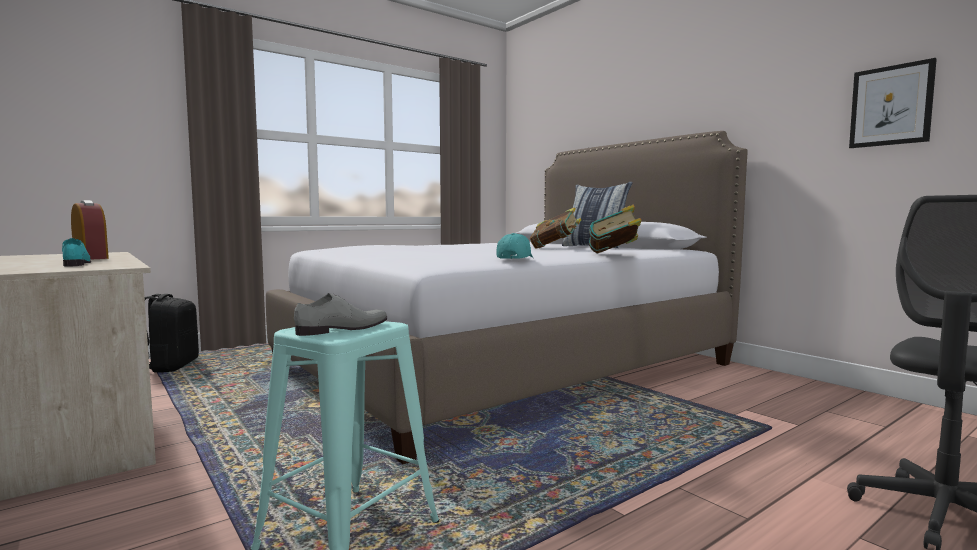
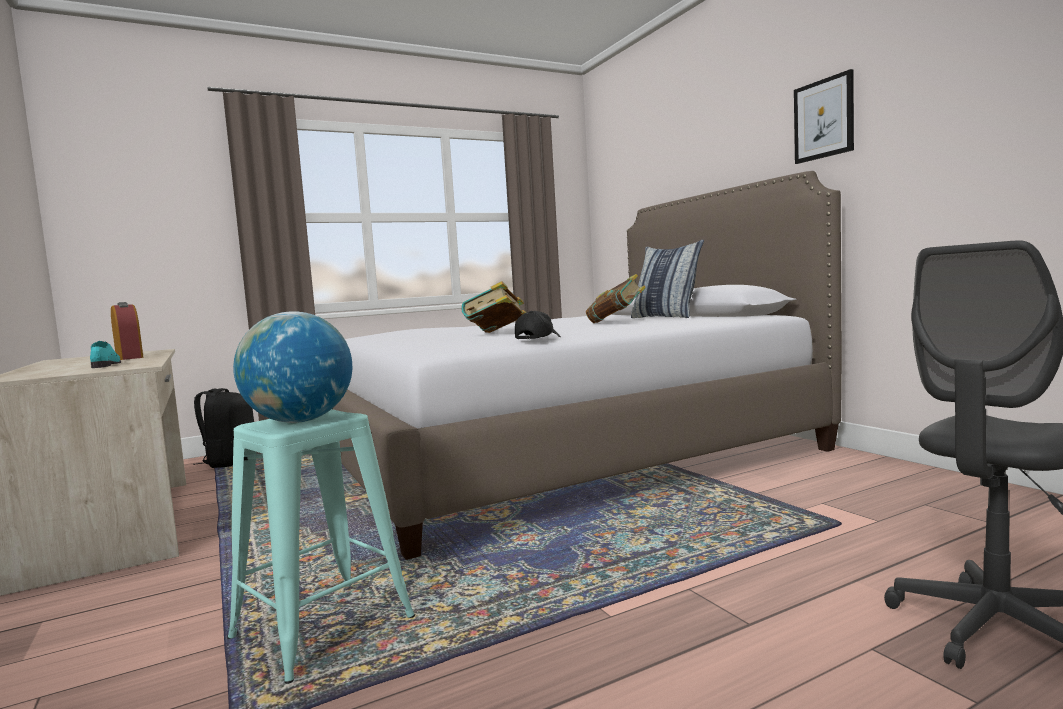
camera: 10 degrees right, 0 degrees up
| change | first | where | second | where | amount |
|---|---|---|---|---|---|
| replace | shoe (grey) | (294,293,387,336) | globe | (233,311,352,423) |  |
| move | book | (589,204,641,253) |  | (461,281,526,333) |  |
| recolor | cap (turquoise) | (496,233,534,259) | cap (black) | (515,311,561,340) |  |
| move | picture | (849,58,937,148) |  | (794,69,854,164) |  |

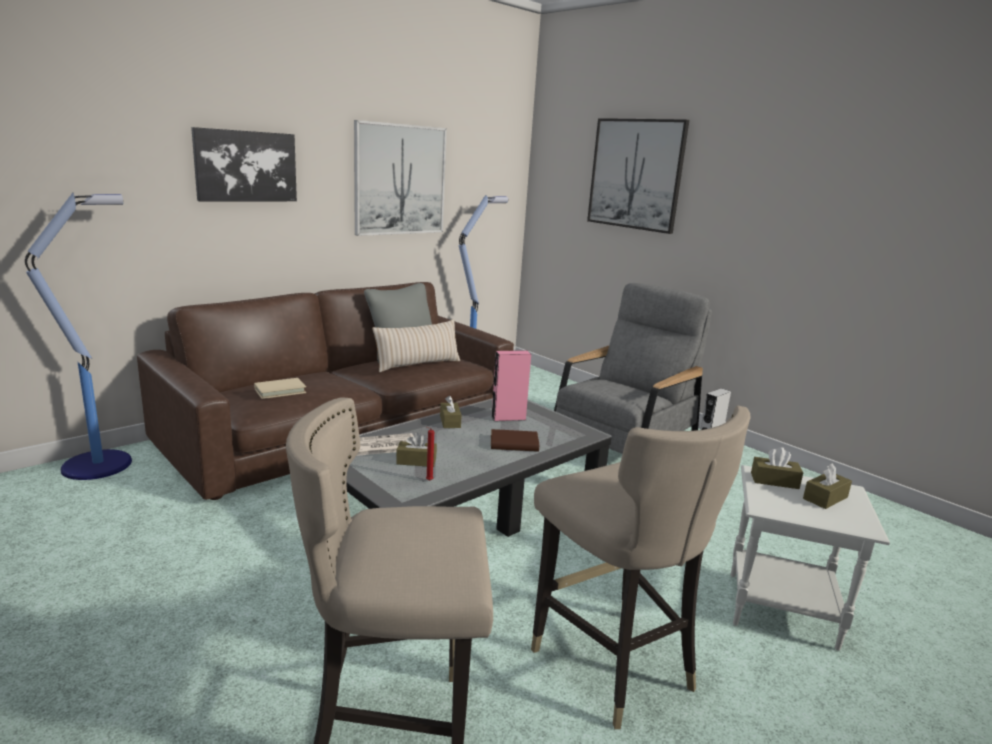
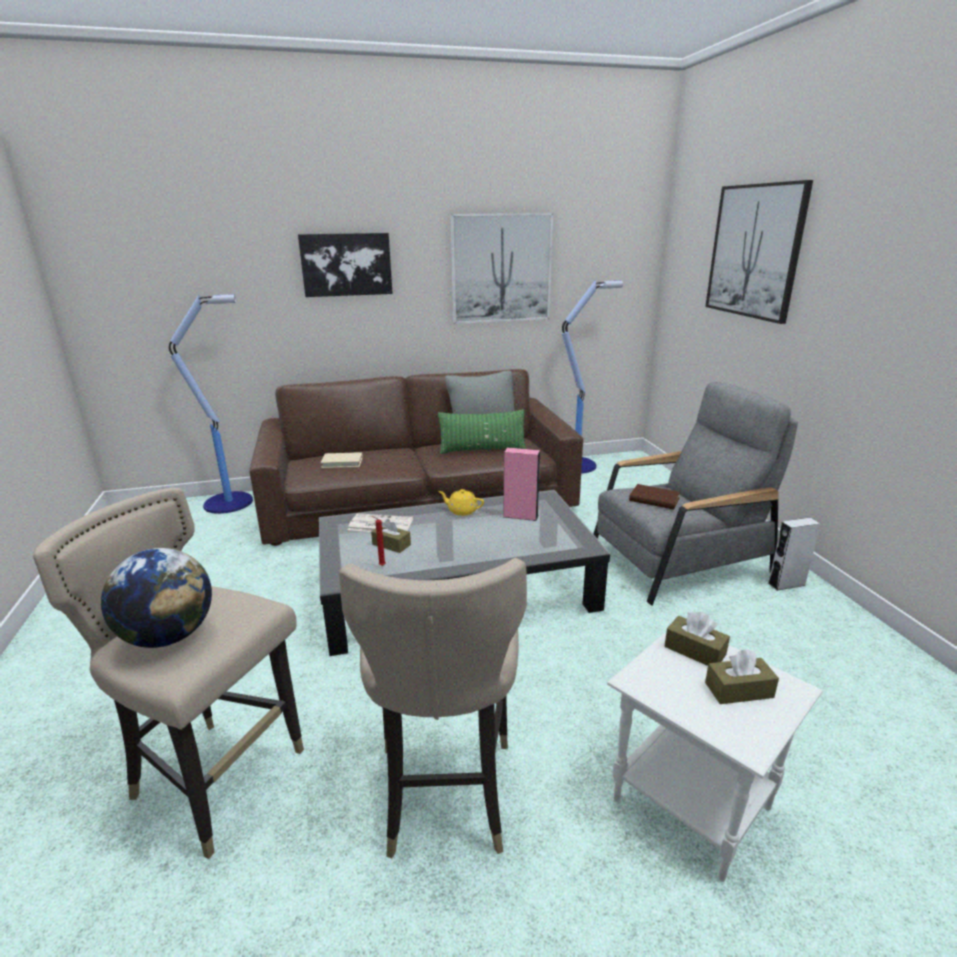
camera: 30 degrees right, 5 degrees up
| change | first | where | second | where | amount |
|---|---|---|---|---|---|
| insert |  |  | globe | (101,548,212,648) |  |
| recolor | pillow (beige) | (372,320,460,372) | pillow (green) | (438,409,526,454) |  |
| replace | tissue box (brown) | (440,395,462,428) | teapot (yellow) | (439,489,484,516) |  |
| move | book (brown) | (491,429,539,452) |  | (629,484,681,510) |  |

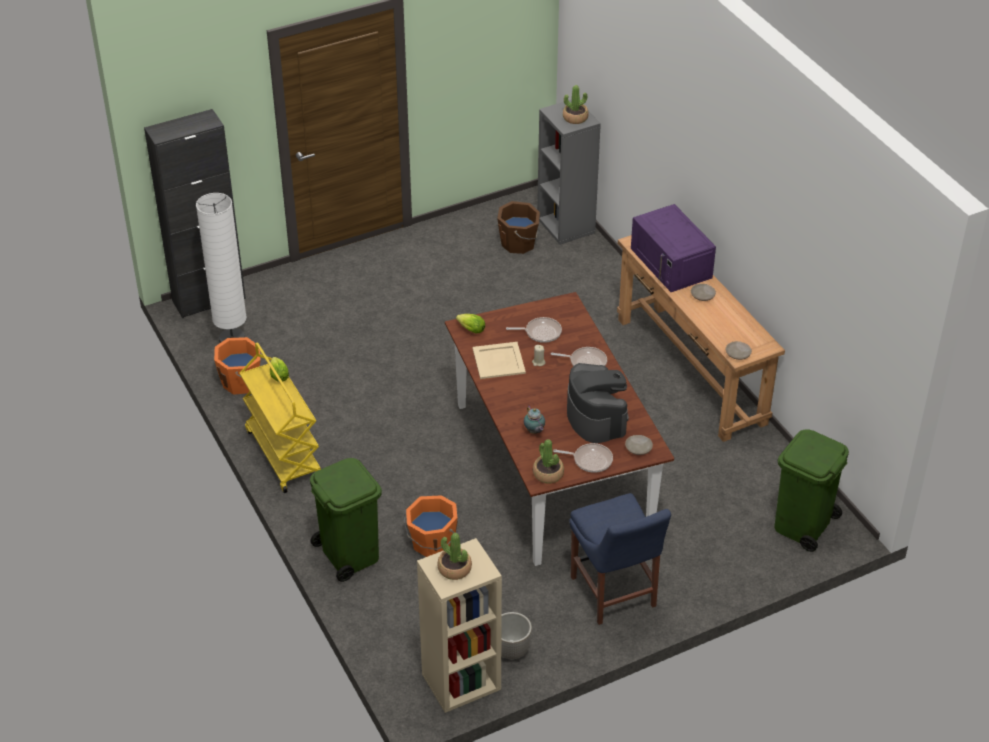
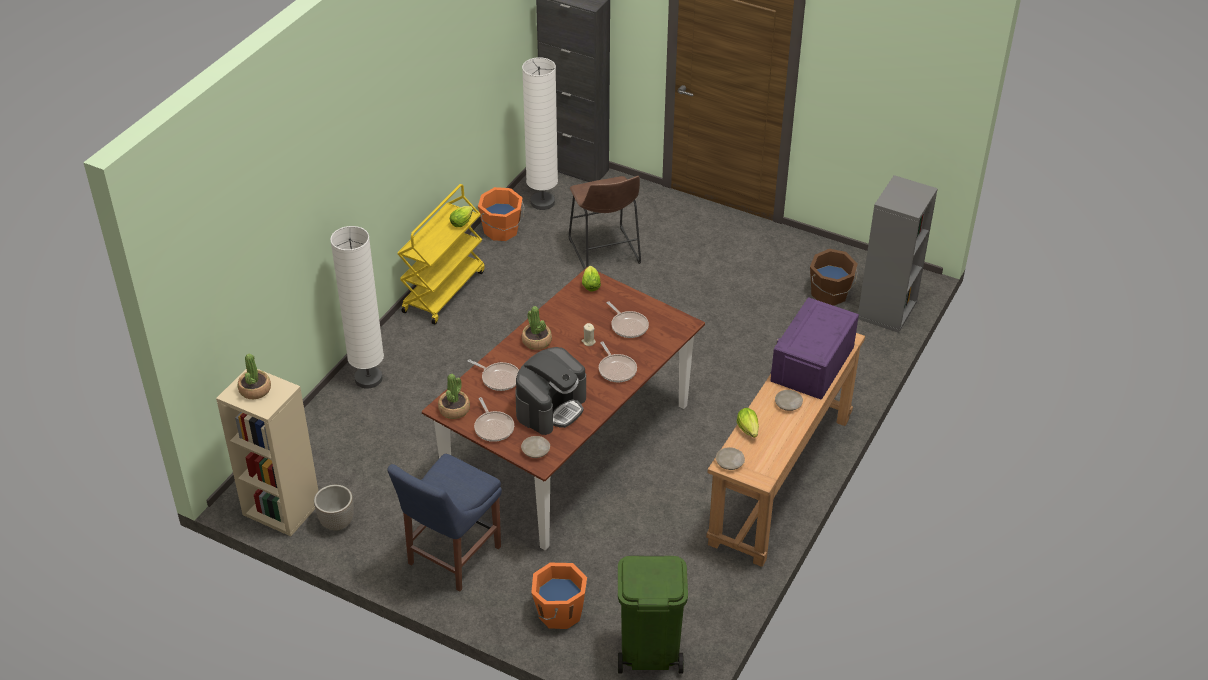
camera: 55 degrees right, 0 degrees up
| change | first | where | second | where | amount |
|---|---|---|---|---|---|
| replace | trash can (green) | (310,458,382,582) | floor lamp (white) | (330,226,384,389) |  |
| replace | teapot | (524,405,545,434) | frying pan | (468,359,519,391) |  |
| move | potted plant | (563,85,589,124) |  | (522,306,552,350) |  |
| move | bucket (orange) | (404,495,458,557) |  | (531,563,587,629) |  |
| insert |  |  | stool (brown) | (569,176,641,269) |  |
| insert |  |  | lettuce | (737,408,759,438) |  |
| delete | tray (beige) | (472,342,526,379) |  |  |  |

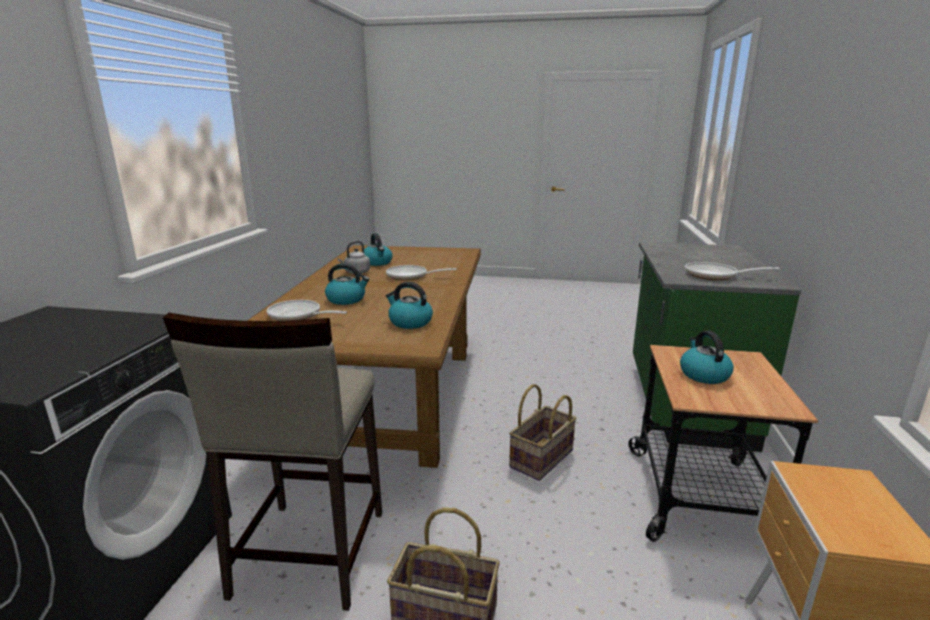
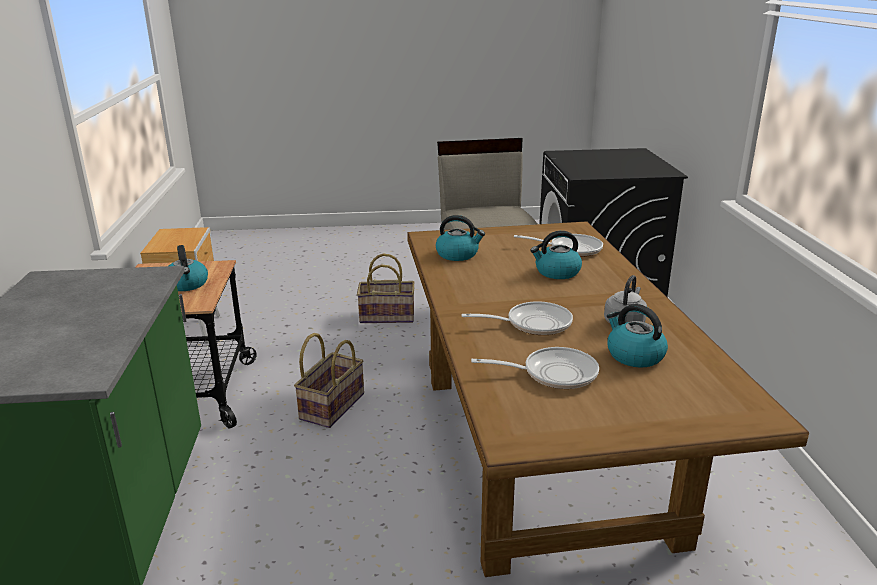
camera: 165 degrees right, 5 degrees up
| change | first | where | second | where | amount |
|---|---|---|---|---|---|
| move | frying pan | (685,262,780,280) |  | (471,347,599,389) |  |

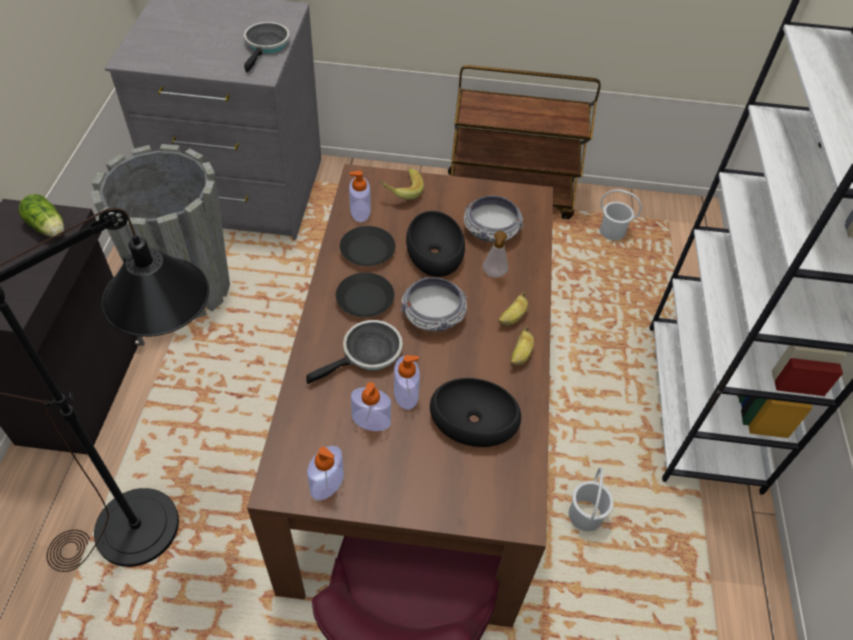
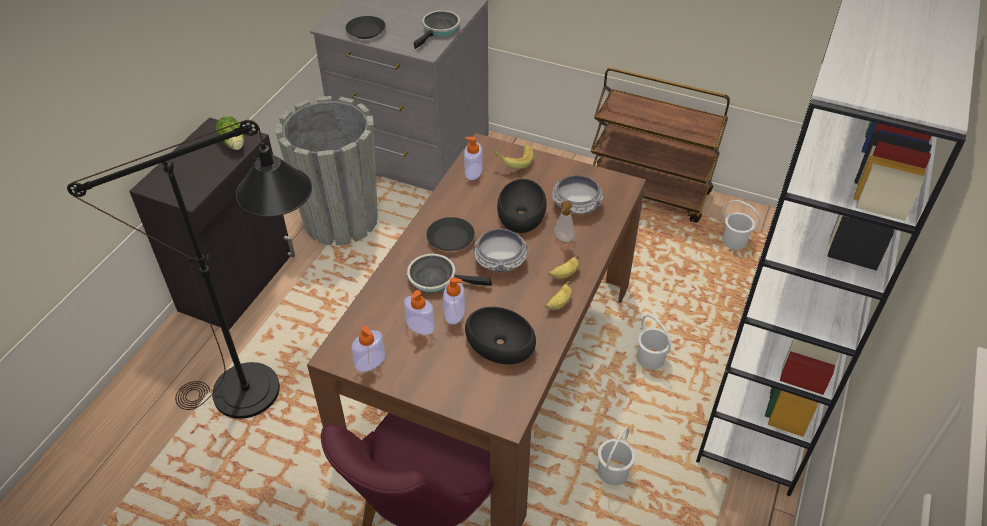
camera: 20 degrees right, 5 degrees down
| change | first | where | second | where | amount |
|---|---|---|---|---|---|
| move | plate (black) | (340,226,395,266) |  | (346,16,386,39) |  |
| rotate | frying pan | (306,320,403,384) |  | (407,254,492,293) | 150 degrees counterclockwise |
| insert |  |  | bucket (white) | (637,315,671,370) |  |

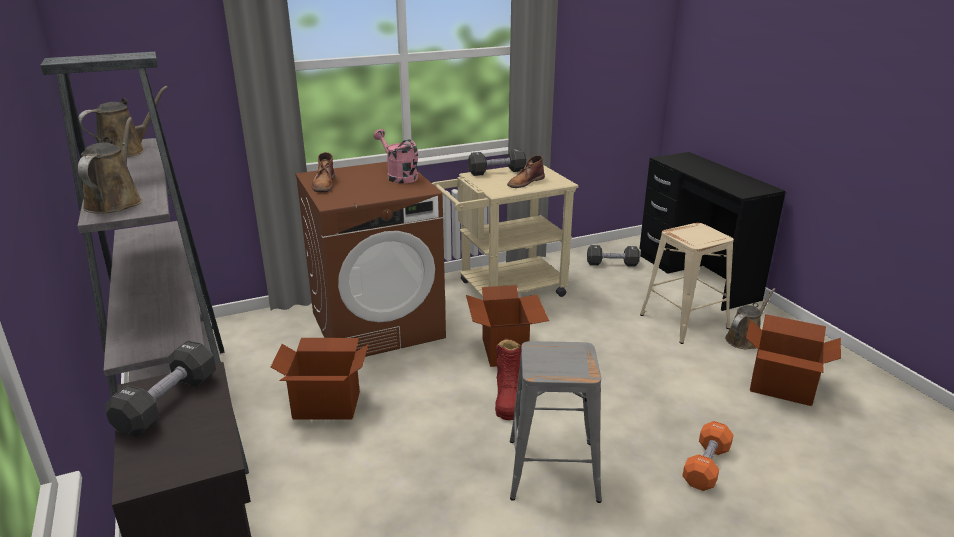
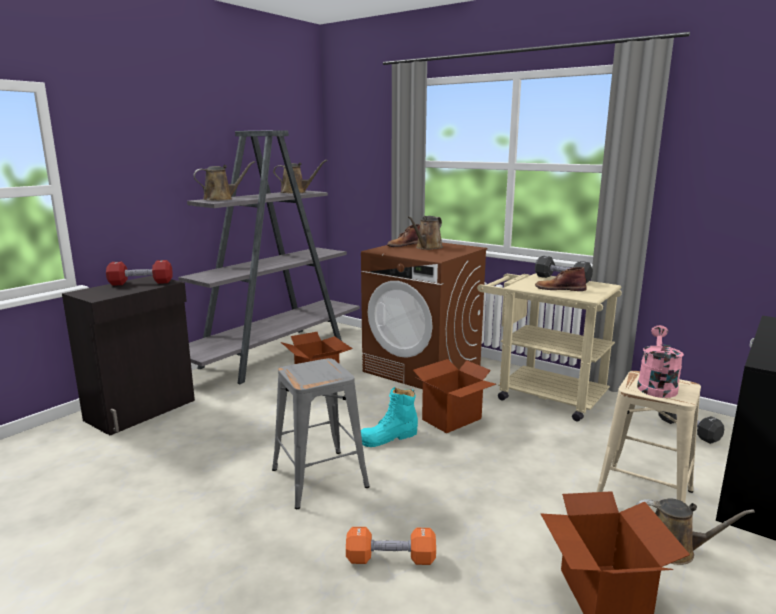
camera: 60 degrees right, 10 degrees down
| change | first | where | second | where | amount |
|---|---|---|---|---|---|
| recolor | dumbbell (black) | (105,341,216,437) | dumbbell (red) | (106,260,173,286) |  |
| recolor | boot (red) | (495,338,521,420) | boot (turquoise) | (361,387,418,447) |  |
| insert |  |  | watering can (brown) | (408,216,443,250) |  |
| move | watering can (pink) | (373,129,418,183) |  | (637,325,684,398) |  |

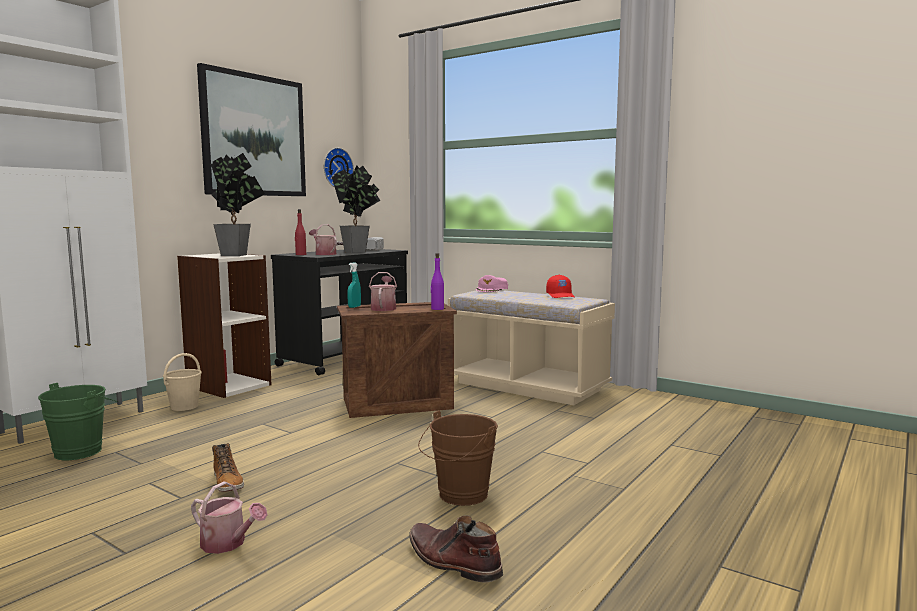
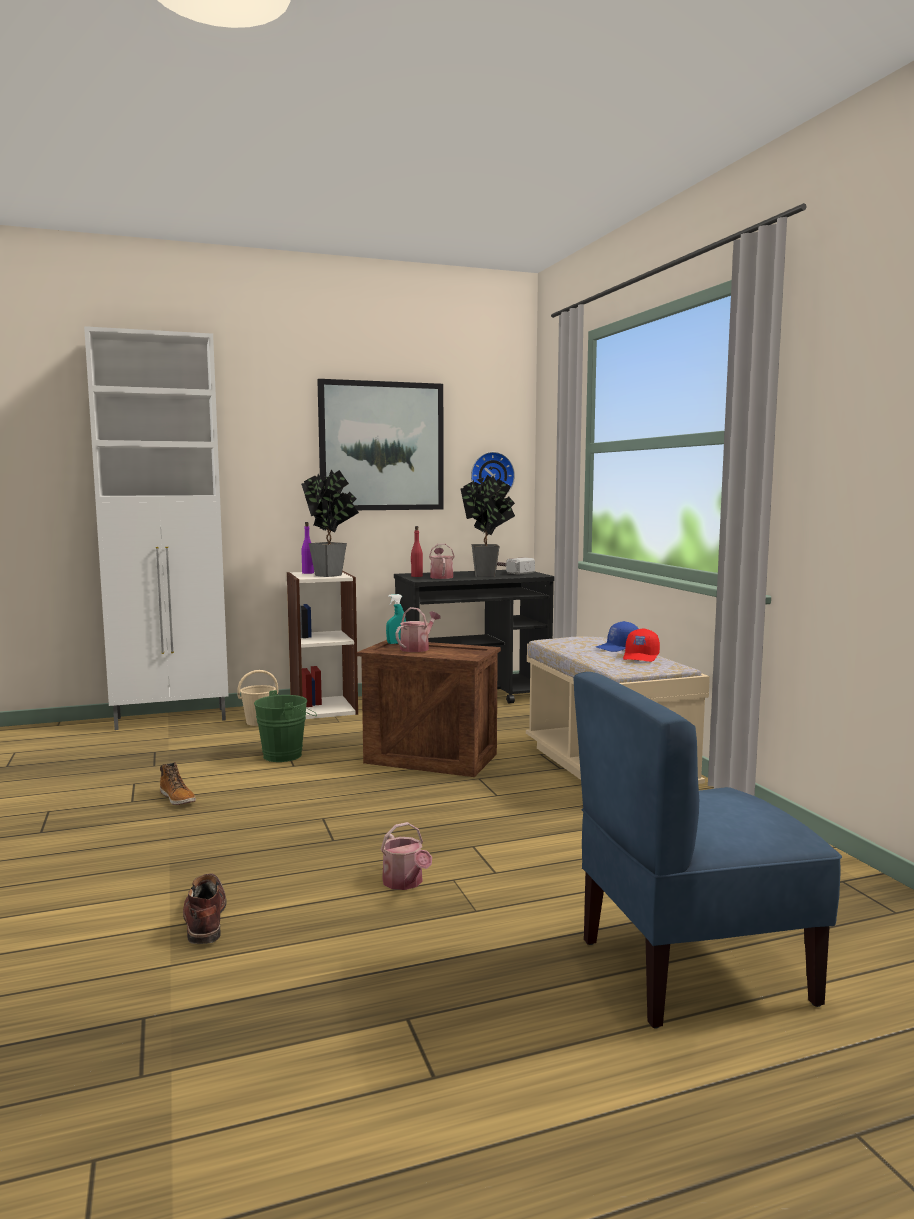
camera: 35 degrees right, 0 degrees up
| change | first | where | second | where | amount |
|---|---|---|---|---|---|
| rotate | boot | (212,443,244,492) |  | (160,762,196,805) | 45 degrees counterclockwise |
| move | bucket (green) | (38,383,118,460) |  | (254,690,317,762) |  |
| move | bottle (purple) | (431,253,444,310) |  | (302,522,314,574) |  |
| move | watering can | (191,481,268,554) |  | (381,822,432,890) |  |
| insert |  |  | chair (blue) | (573,672,842,1028) |  |
| insert |  |  | cap (blue) | (596,621,638,652) |  |
| delete | bucket (brown) | (418,410,498,506) |  |  |  |
| delete | cap (pink) | (476,275,508,292) |  |  |  |

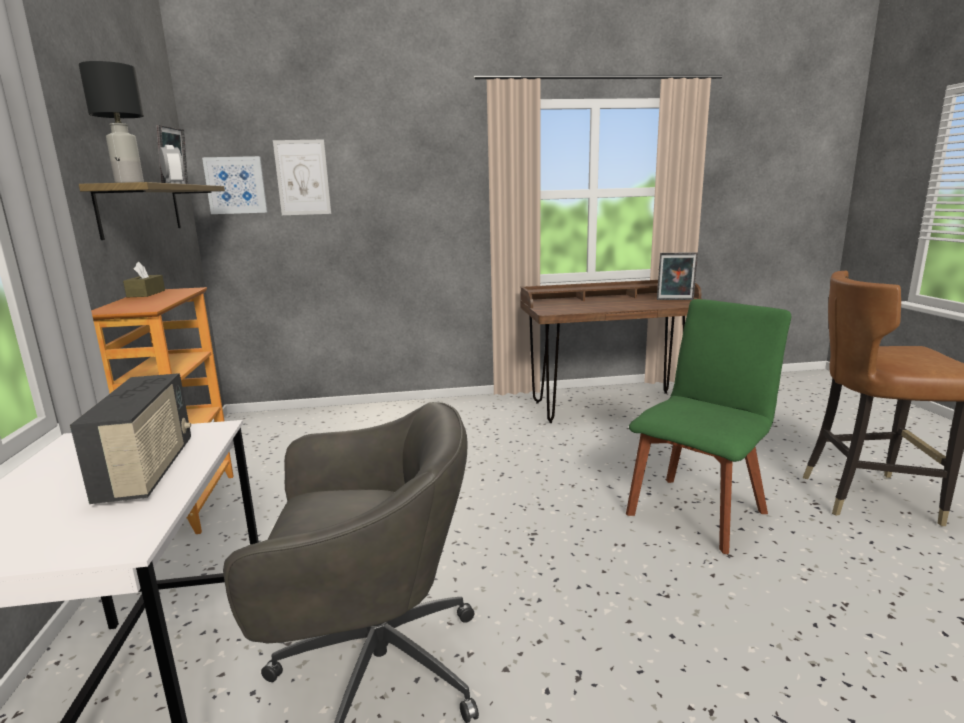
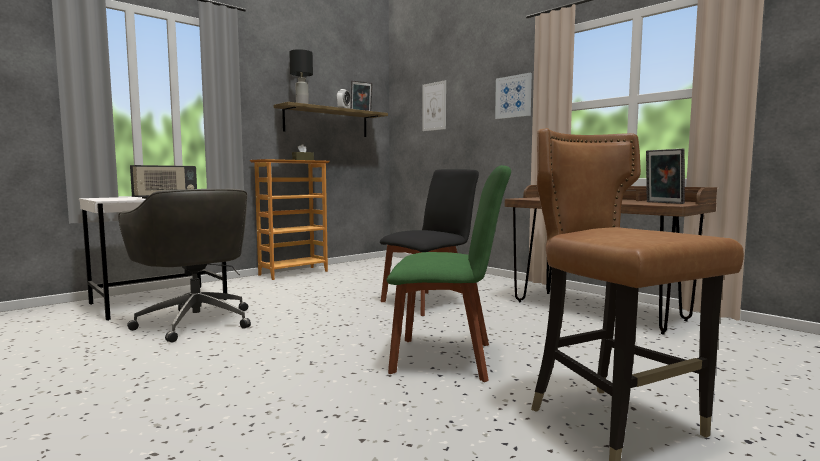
camera: 55 degrees right, 10 degrees down
| change | first | where | second | where | amount |
|---|---|---|---|---|---|
| insert |  |  | chair (black) | (380,169,479,316) |  |
| move | picture | (202,156,268,214) |  | (495,73,532,119) |  |

